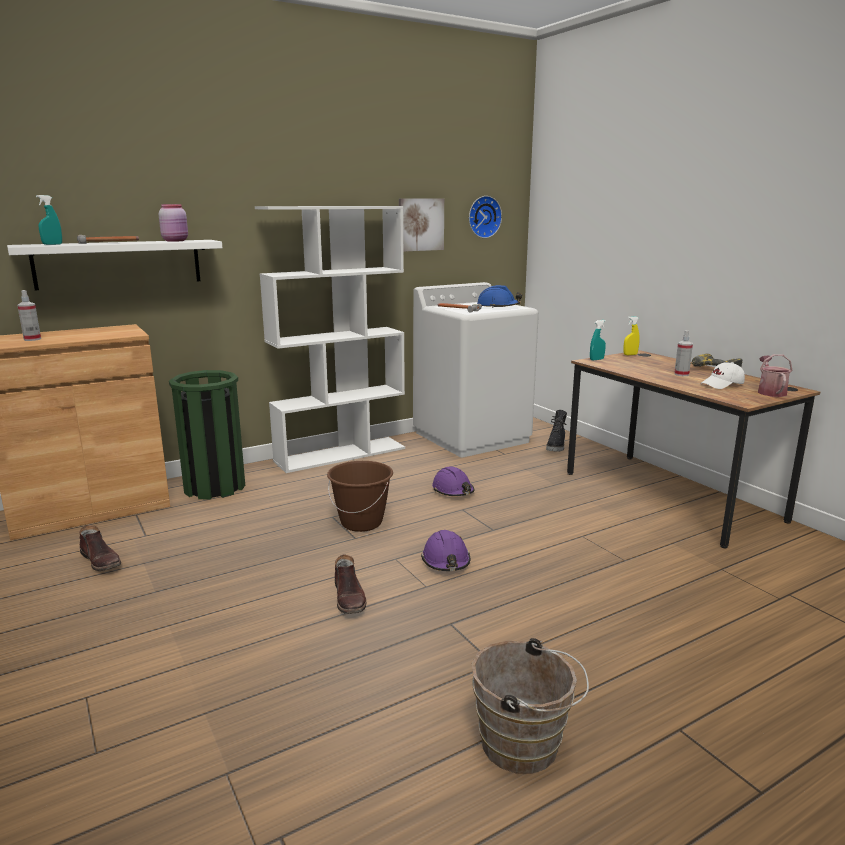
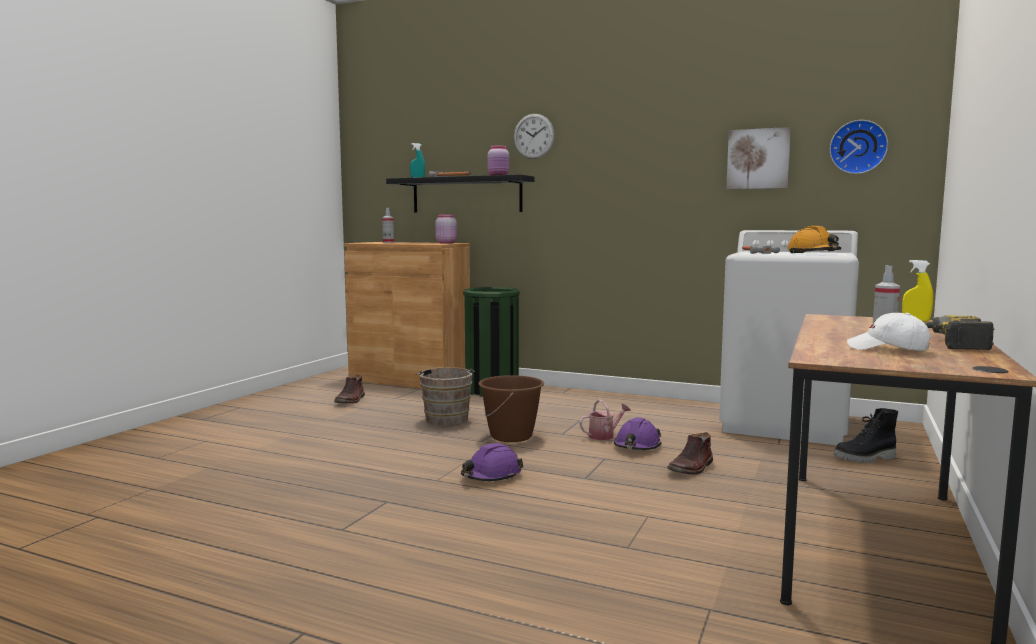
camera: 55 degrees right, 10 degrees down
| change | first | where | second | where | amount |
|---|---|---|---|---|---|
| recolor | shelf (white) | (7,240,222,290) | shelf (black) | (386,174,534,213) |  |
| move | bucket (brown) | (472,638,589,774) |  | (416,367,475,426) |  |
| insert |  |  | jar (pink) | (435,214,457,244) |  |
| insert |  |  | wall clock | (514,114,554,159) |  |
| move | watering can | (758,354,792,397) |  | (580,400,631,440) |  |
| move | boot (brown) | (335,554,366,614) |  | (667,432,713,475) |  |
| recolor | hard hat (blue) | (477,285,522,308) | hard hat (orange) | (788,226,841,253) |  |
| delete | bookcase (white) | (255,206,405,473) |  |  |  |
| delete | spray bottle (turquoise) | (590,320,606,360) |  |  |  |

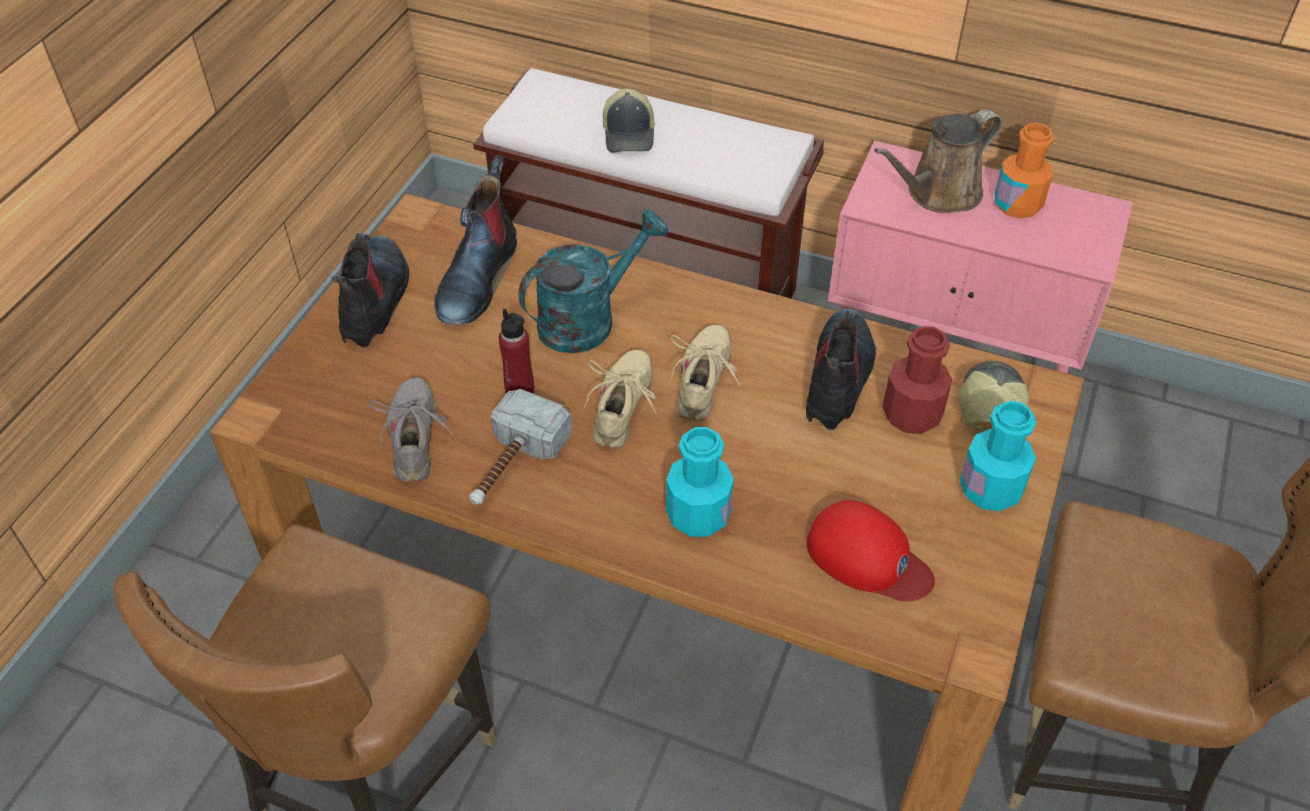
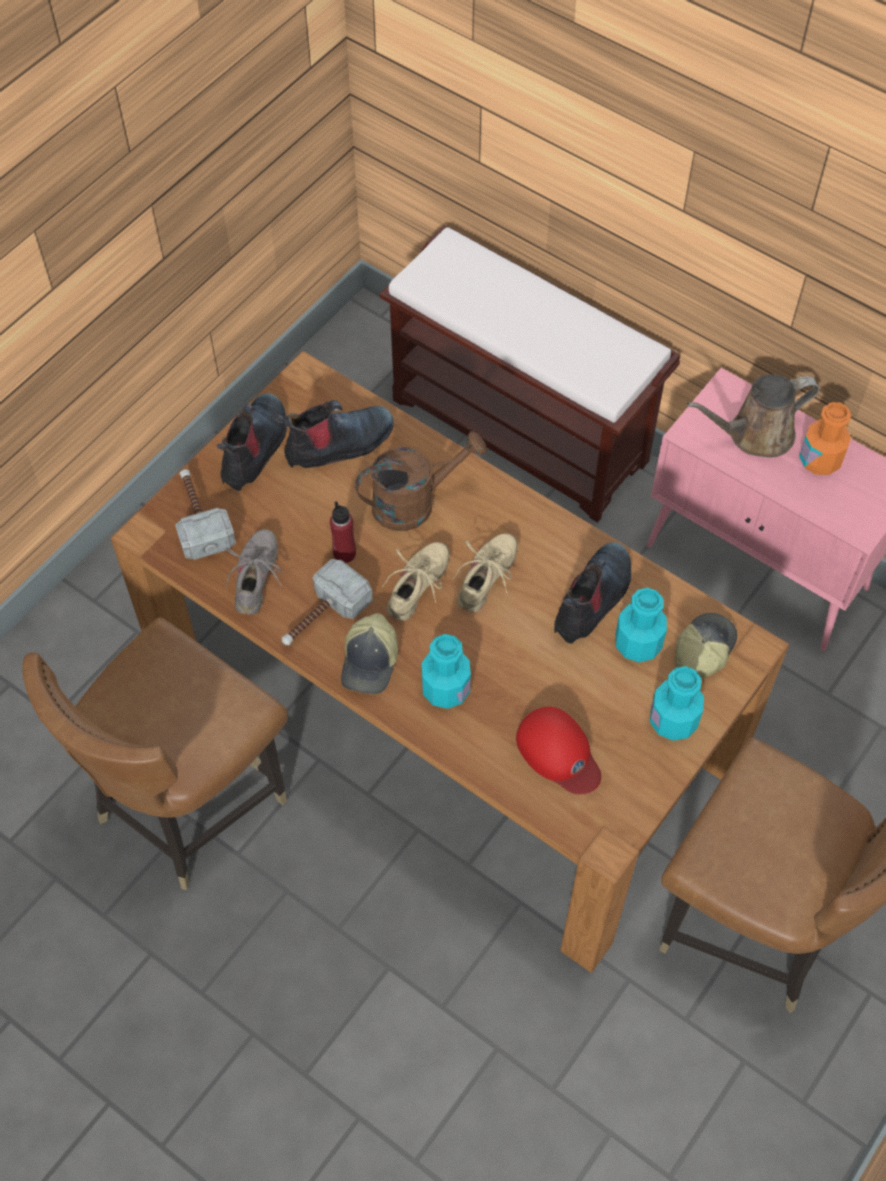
camera: 15 degrees right, 10 degrees up
| change | first | where | second | where | amount |
|---|---|---|---|---|---|
| insert |  |  | hammer | (175,469,236,560) |  |
| rotate | boot | (434,155,517,325) |  | (275,400,394,468) | 150 degrees counterclockwise |
| move | cap | (603,88,655,153) |  | (341,613,398,694) |  |
| recolor | watering can (turquoise) | (518,209,668,353) | watering can (brown) | (355,431,487,531) |  |
| recolor | bottle (red) | (882,326,952,434) | bottle (turquoise) | (616,588,667,662) |  |

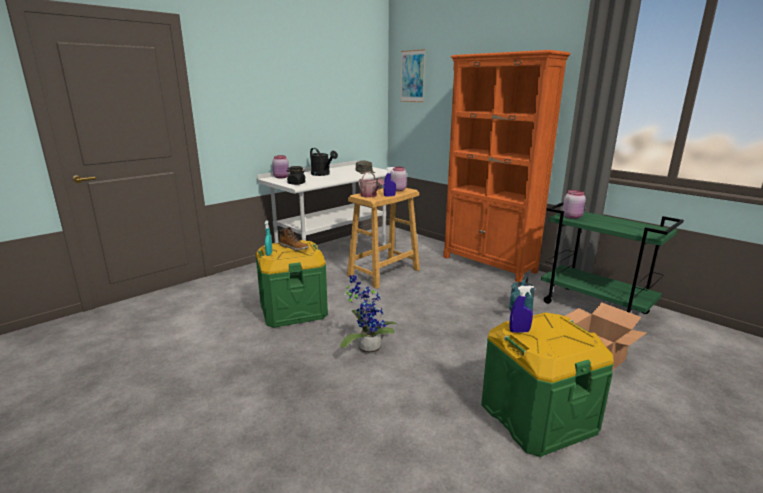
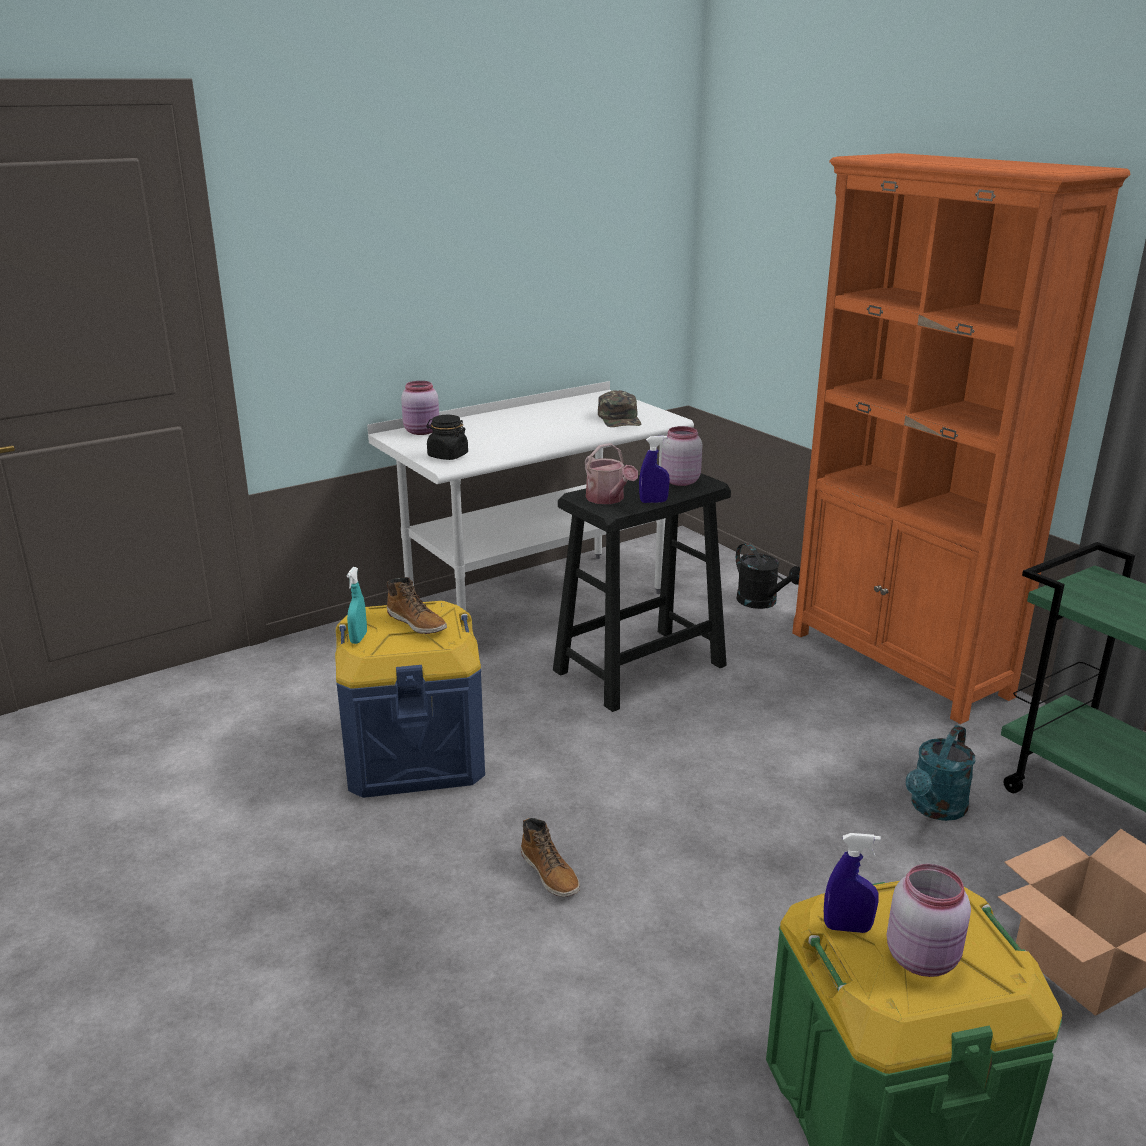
camera: 10 degrees right, 5 degrees up
| change | first | where | second | where | amount |
|---|---|---|---|---|---|
| recolor | storage box (green) | (256,240,328,328) | storage box (blue) | (335,601,485,798) |  |
| replace | potted plant | (340,275,397,354) | boot | (521,818,580,897) |  |
| recolor | stool (beige) | (347,188,420,289) | stool (black) | (553,473,731,712) |  |
| move | watering can (black) | (310,148,338,176) |  | (736,543,800,609) |  |
| move | jar (pink) | (562,190,586,219) |  | (887,864,971,977) |  |
| delete | picture | (400,49,426,102) |  |  |  |

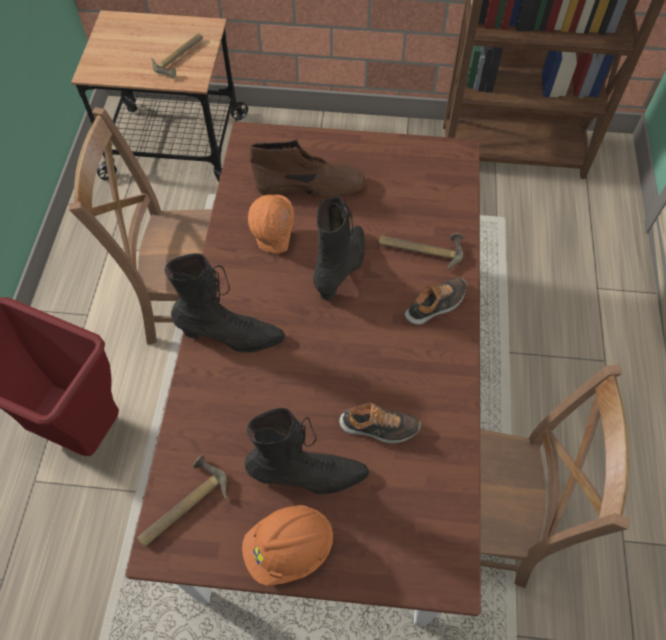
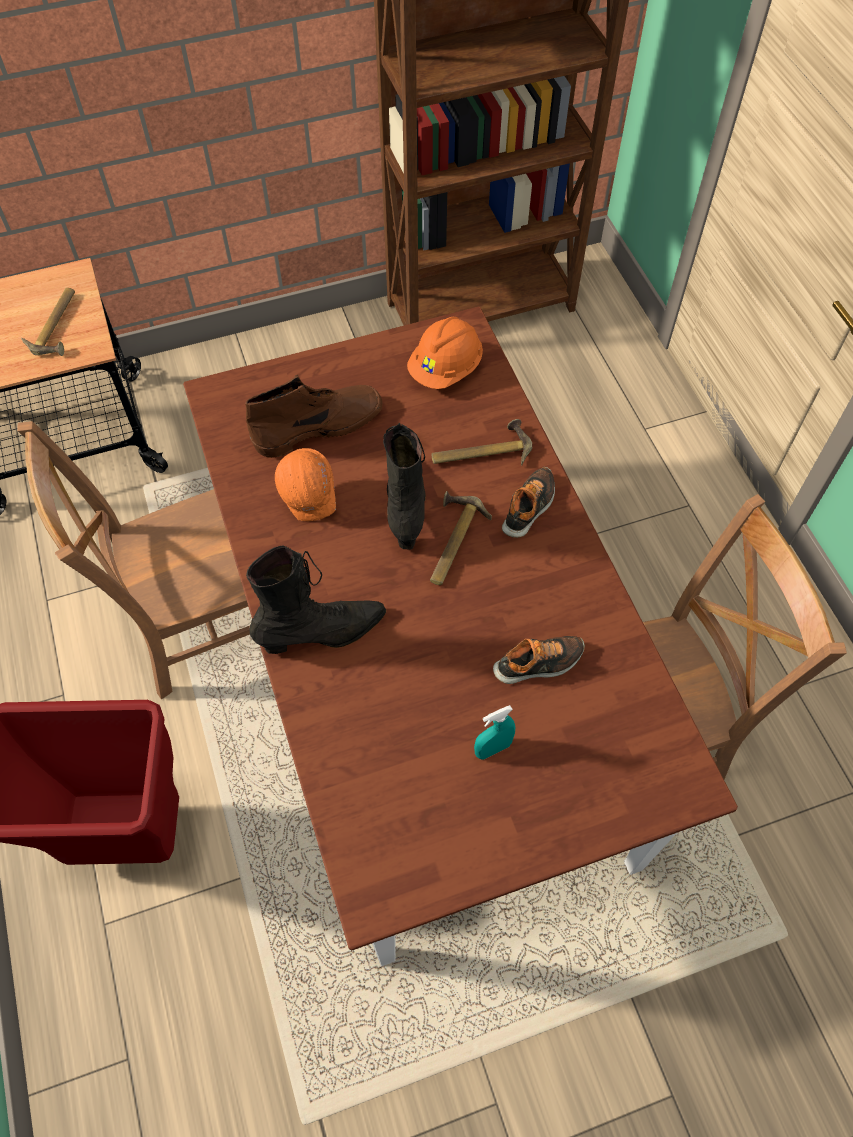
camera: 25 degrees left, 0 degrees up
| change | first | where | second | where | amount |
|---|---|---|---|---|---|
| move | hard hat (orange) | (242,505,333,586) |  | (407,317,483,389) |  |
| move | hammer | (137,455,227,547) |  | (430,491,492,585) |  |
| replace | boot (black) | (245,408,370,495) | spray bottle (turquoise) | (474,705,515,760) |  |

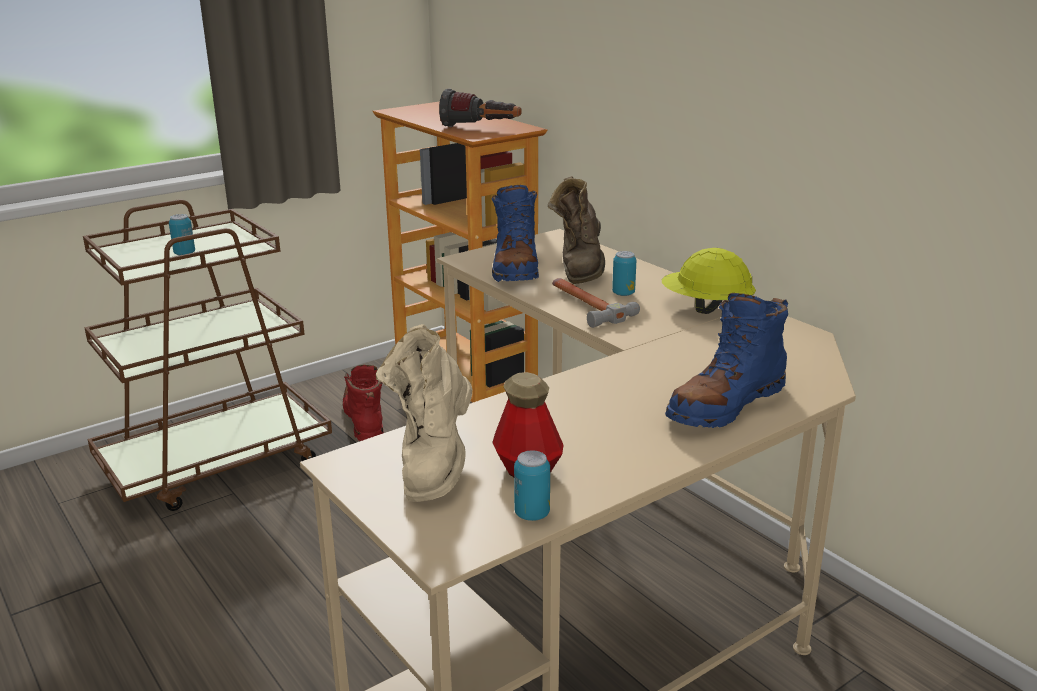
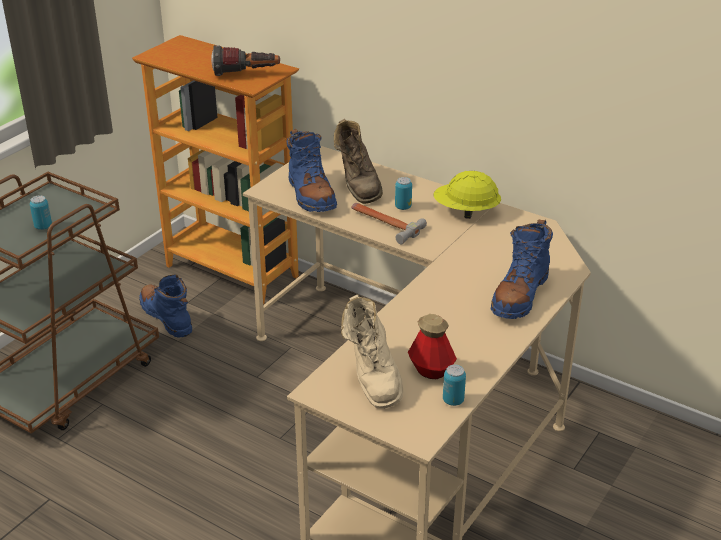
camera: 20 degrees left, 10 degrees up
| change | first | where | second | where | amount |
|---|---|---|---|---|---|
| recolor | boot (red) | (343,365,384,441) | boot (blue) | (139,275,192,338) |  |

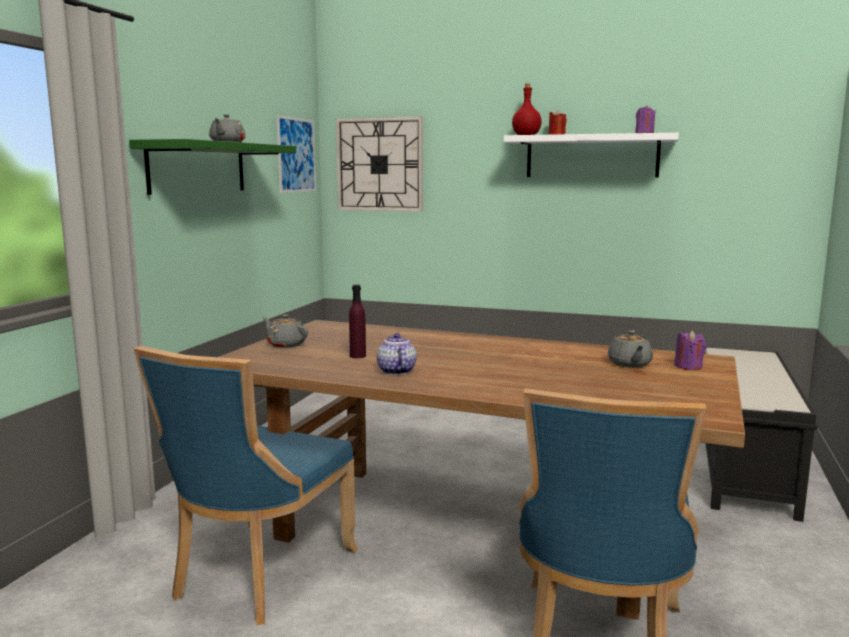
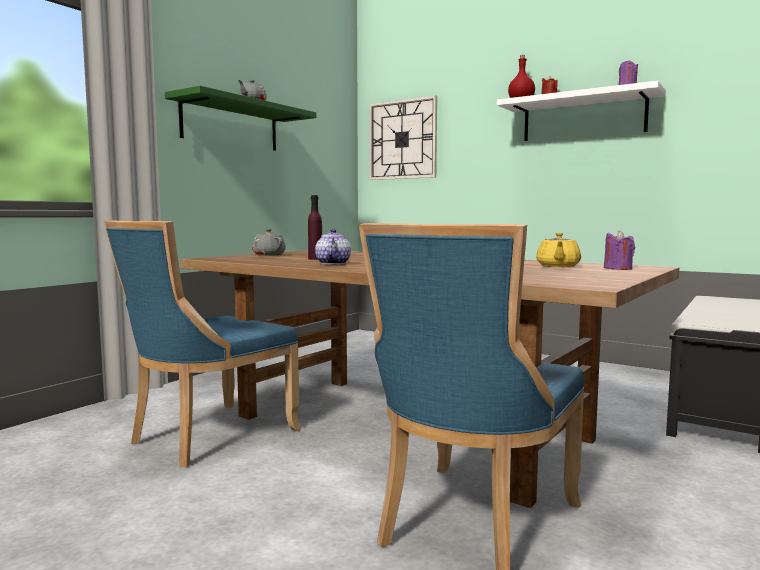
camera: 15 degrees right, 5 degrees down
| change | first | where | second | where | amount |
|---|---|---|---|---|---|
| recolor | teapot (grey) | (608,330,653,367) | teapot (yellow) | (536,233,581,267) |  |
| delete | picture | (276,115,316,193) |  |  |  |

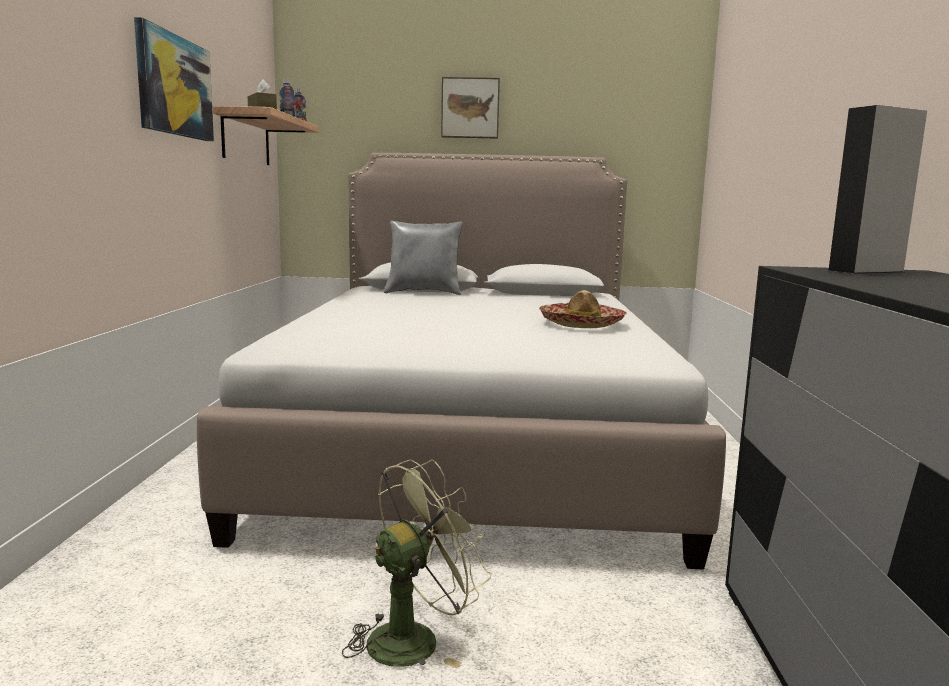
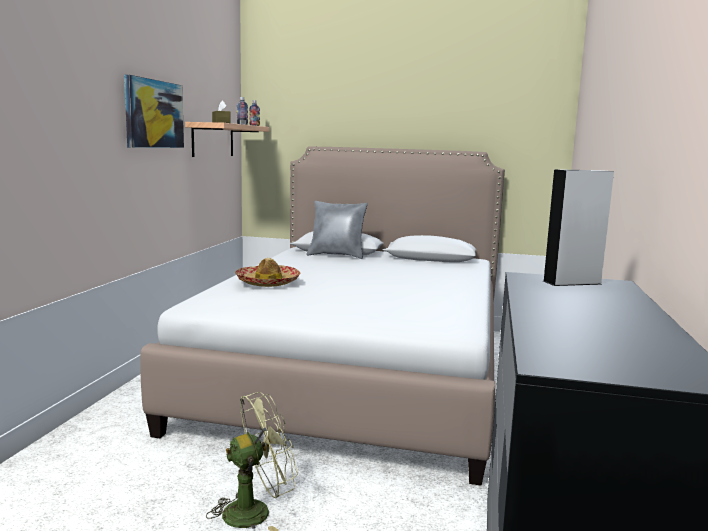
camera: 10 degrees right, 0 degrees up
| change | first | where | second | where | amount |
|---|---|---|---|---|---|
| move | hat | (539,290,627,328) |  | (235,258,301,287) |  |
| delete | picture | (441,77,500,139) |  |  |  |

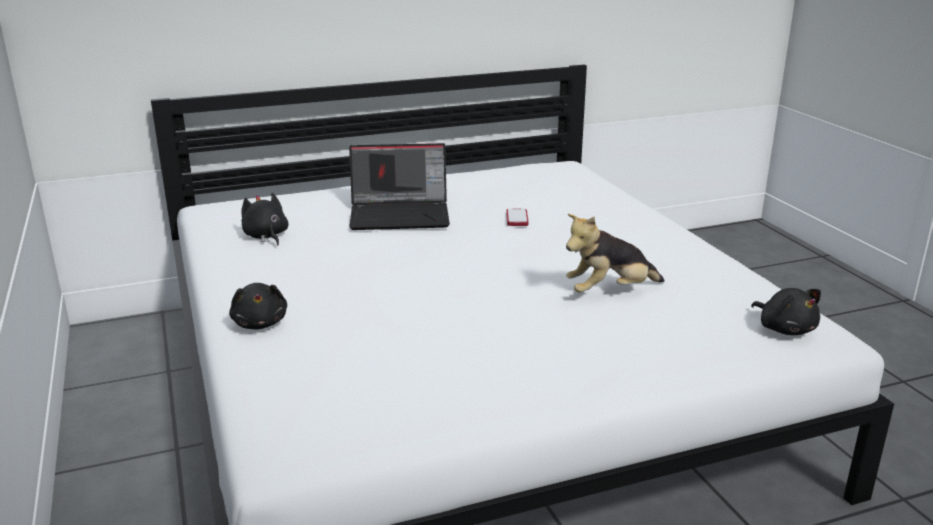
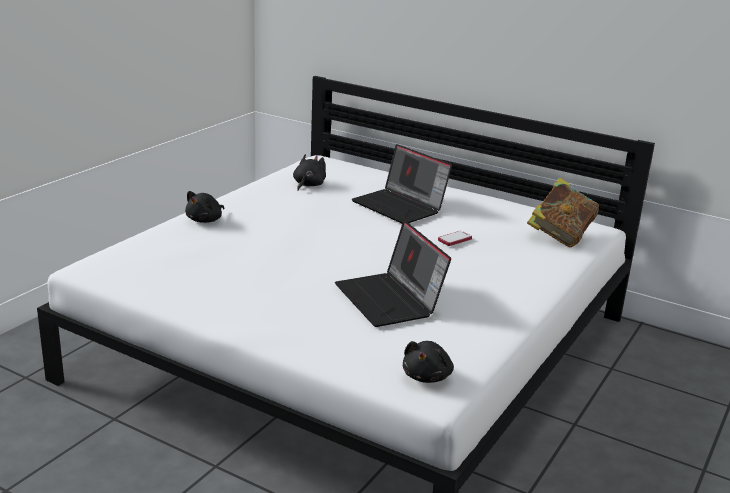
camera: 50 degrees right, 0 degrees up
| change | first | where | second | where | amount |
|---|---|---|---|---|---|
| replace | plush toy | (566,214,664,293) | laptop | (335,220,451,327) |  |
| insert |  |  | book | (527,177,599,247) |  |

